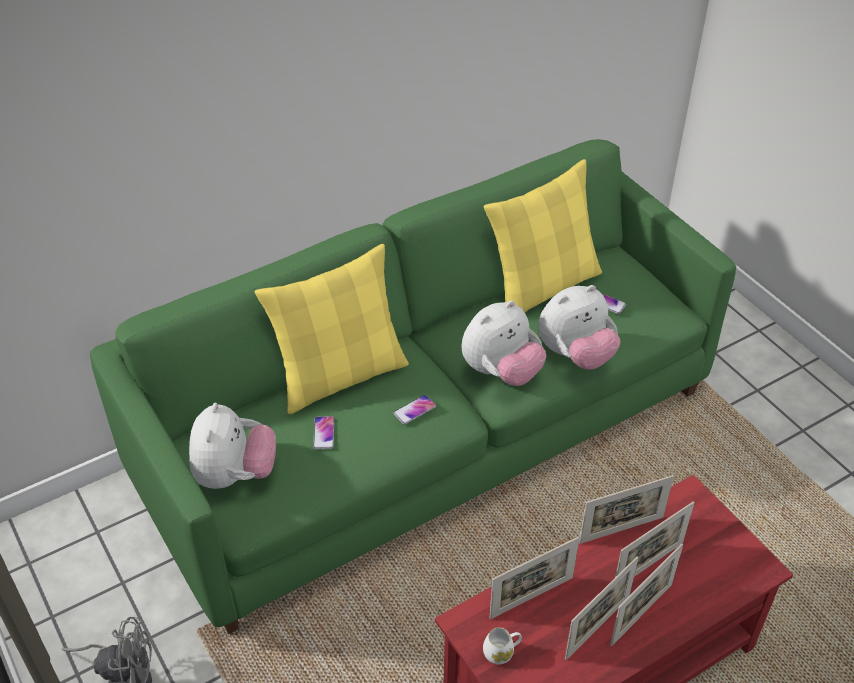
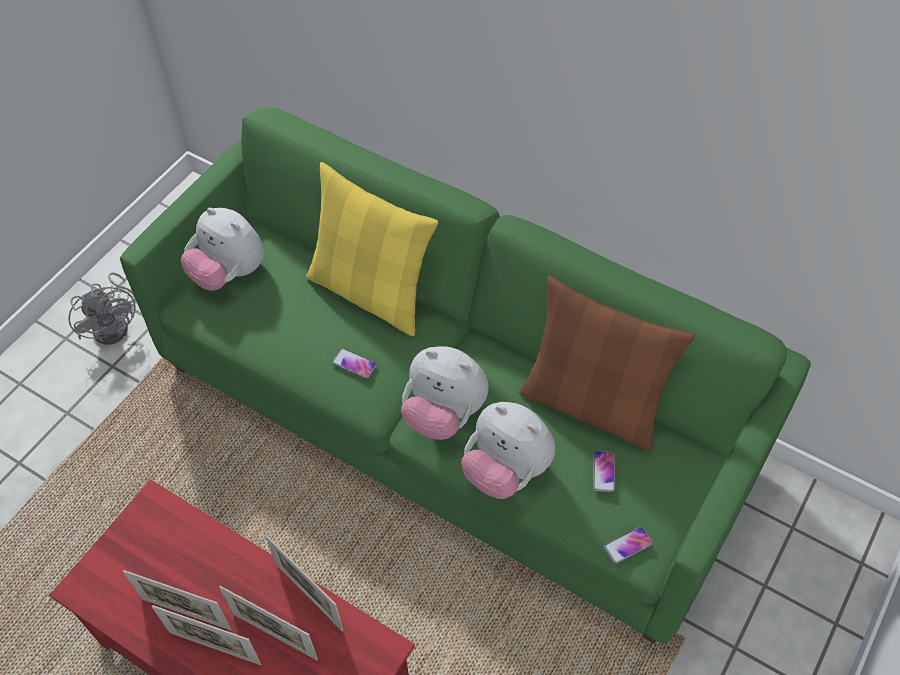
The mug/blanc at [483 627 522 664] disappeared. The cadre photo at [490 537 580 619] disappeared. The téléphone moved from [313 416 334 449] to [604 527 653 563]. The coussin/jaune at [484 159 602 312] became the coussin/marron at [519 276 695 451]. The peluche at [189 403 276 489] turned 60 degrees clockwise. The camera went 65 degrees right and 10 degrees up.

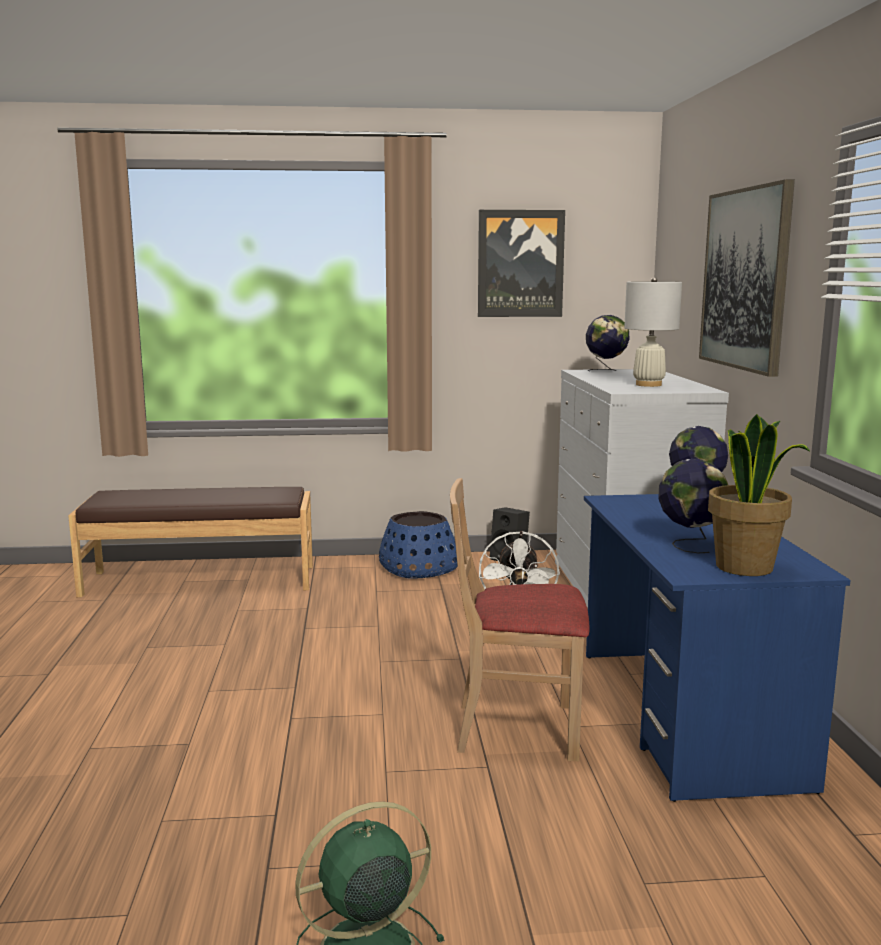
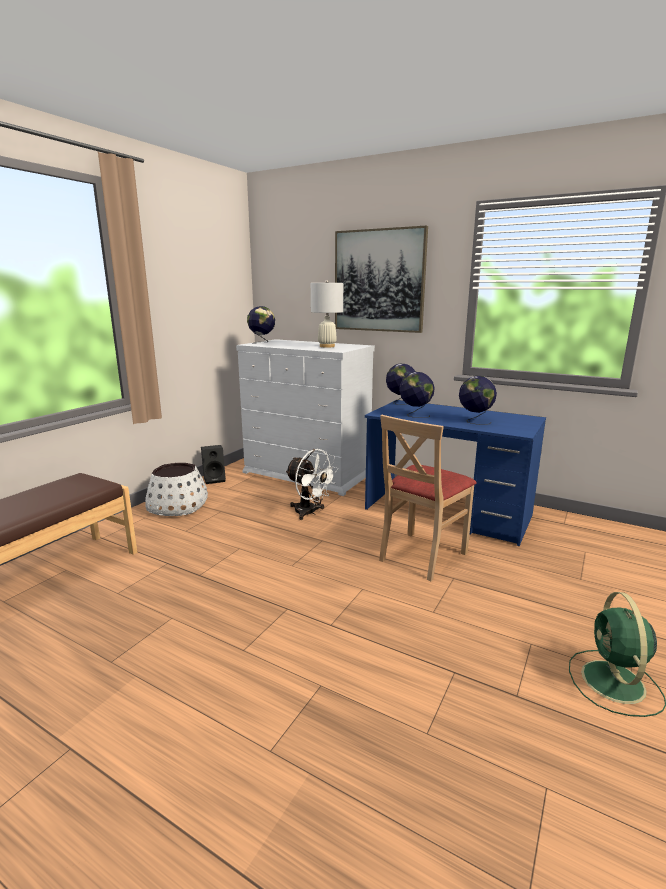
The tableau at [478 210 565 317] disappeared. The plante en pot at [708 414 810 576] disappeared. The globe at [399 372 435 418] appeared. The cache-pot/bleu at [379 511 458 579] became the cache-pot/blanc at [145 463 208 516]. The camera went 55 degrees left and 5 degrees up.

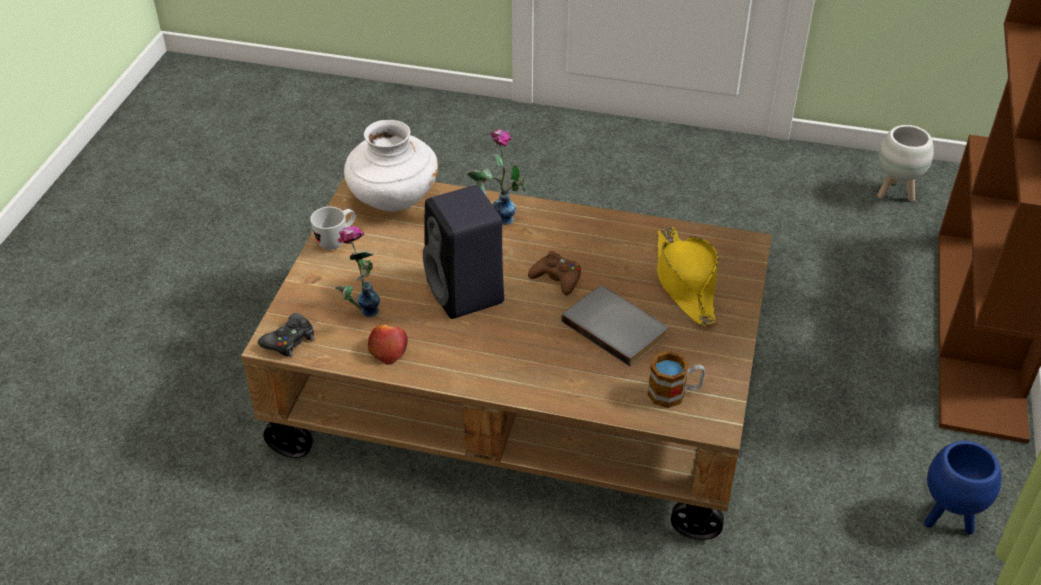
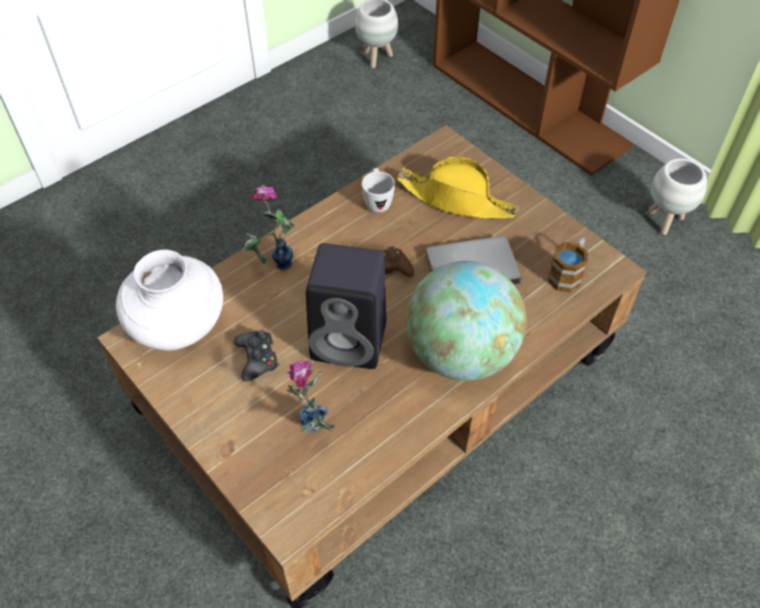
The pomme at [368 325 408 365] disappeared. The globe at [406 261 526 381] appeared. The manette/noir moved from [258 313 314 357] to [234 330 279 382]. The mug/blanc moved from [310 207 356 250] to [362 168 395 213]. The cache-pot/bleu at [924 441 1001 535] became the cache-pot/blanc at [649 158 707 235]. The camera went 55 degrees left and 10 degrees up.

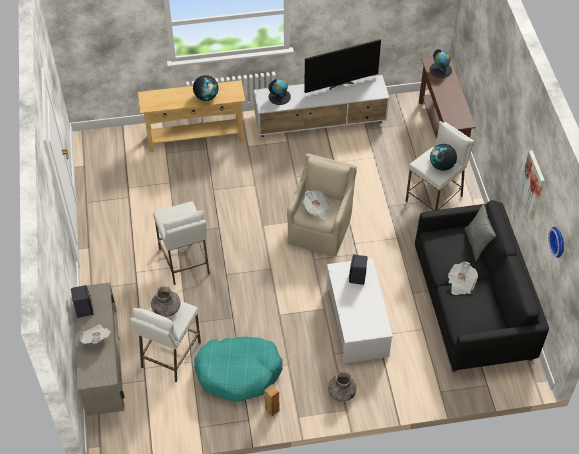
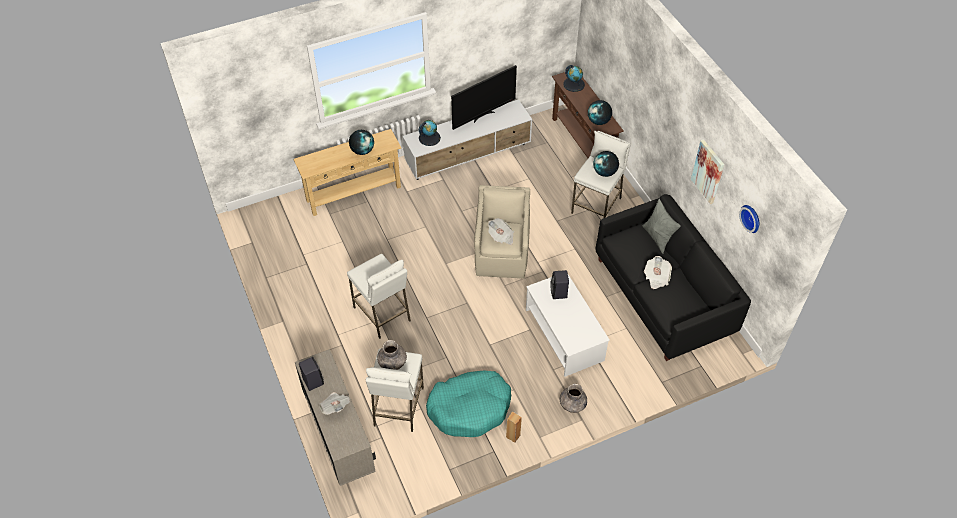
The globe at [588 100 612 125] appeared. The camera went 15 degrees left and 0 degrees up.

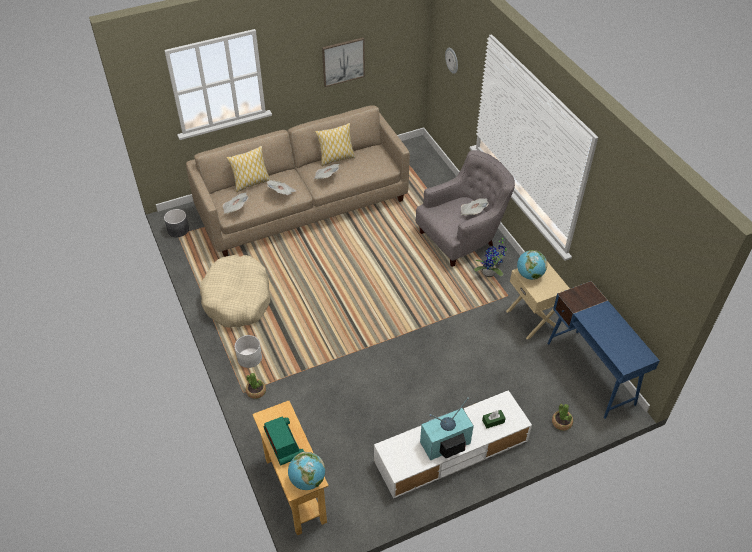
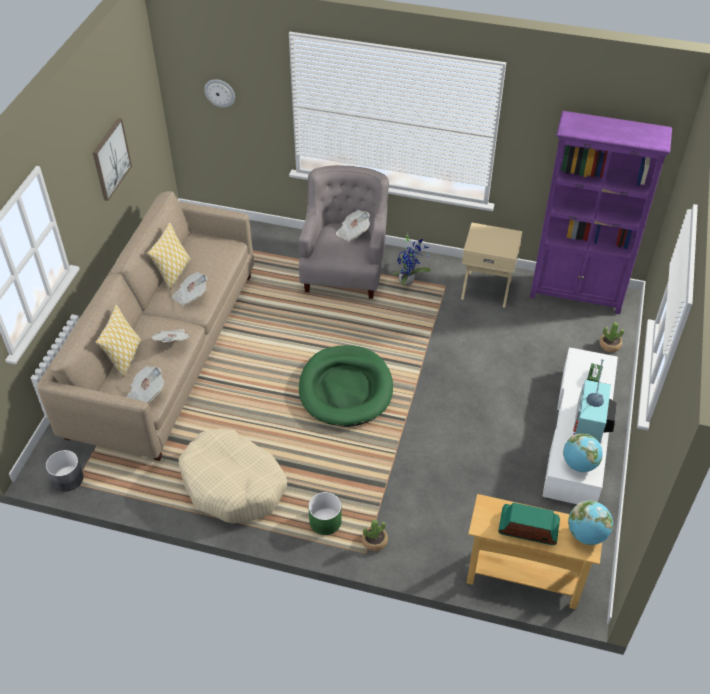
The panier pour chien/vert at [299 345 393 427] appeared. The globe moved from [517 250 547 280] to [563 434 603 472]. The bureau/bleu at [547 281 660 419] was replaced by the bibliothèque/violet at [530 111 672 314]. The cache-pot/blanc at [235 335 262 368] became the cache-pot/vert at [308 492 342 535]. The camera went 50 degrees left and 0 degrees up.

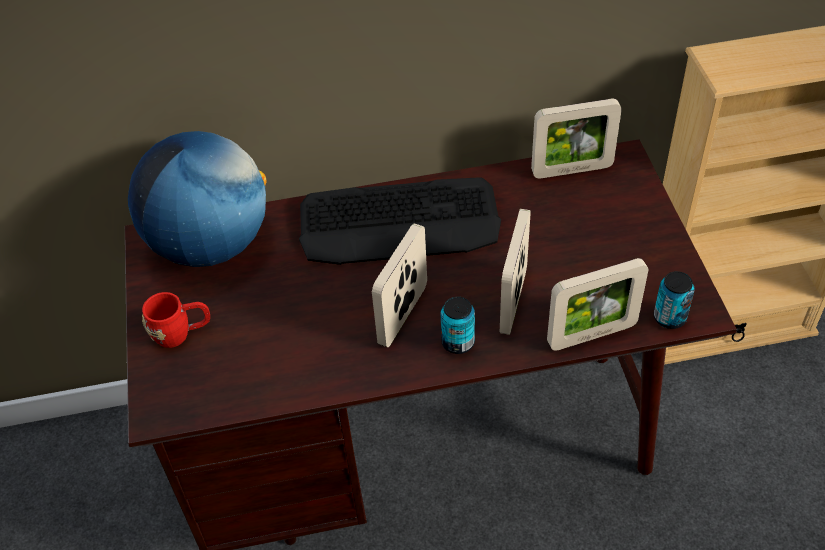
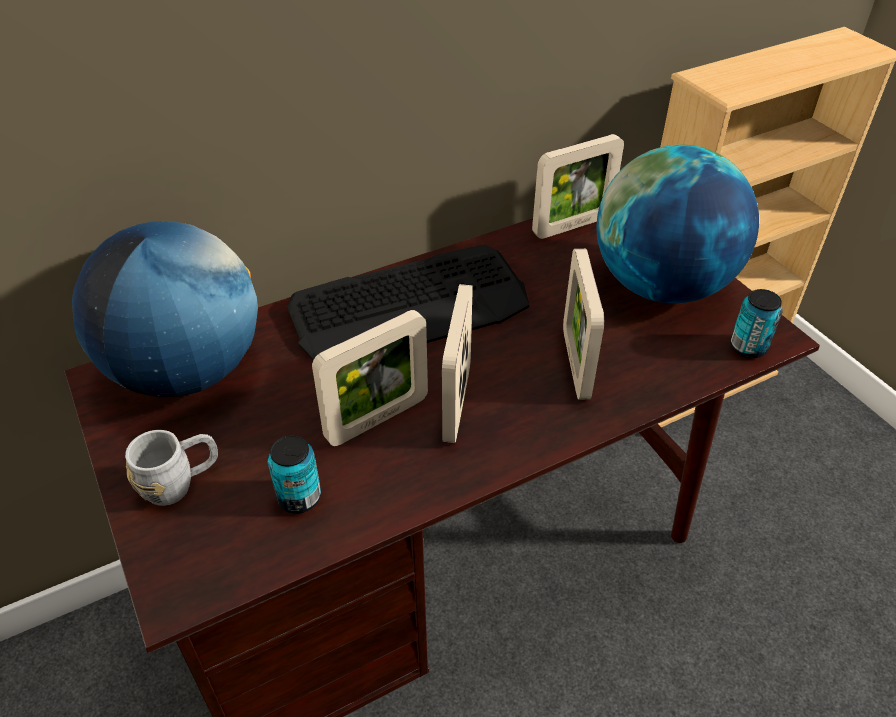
The globe at [597 145 759 303] appeared. The boîte métallique moved from [440 296 475 354] to [267 435 321 513]. The cadre photo moved from [547 258 648 351] to [312 310 428 446]. The mug/rouge at [142 292 210 348] became the mug/gris at [125 430 218 506]. The camera went 20 degrees left and 5 degrees down.

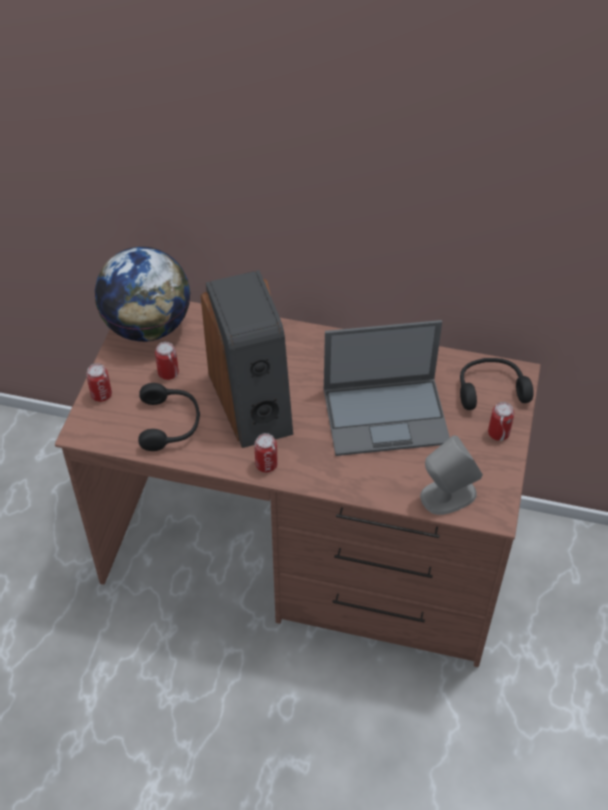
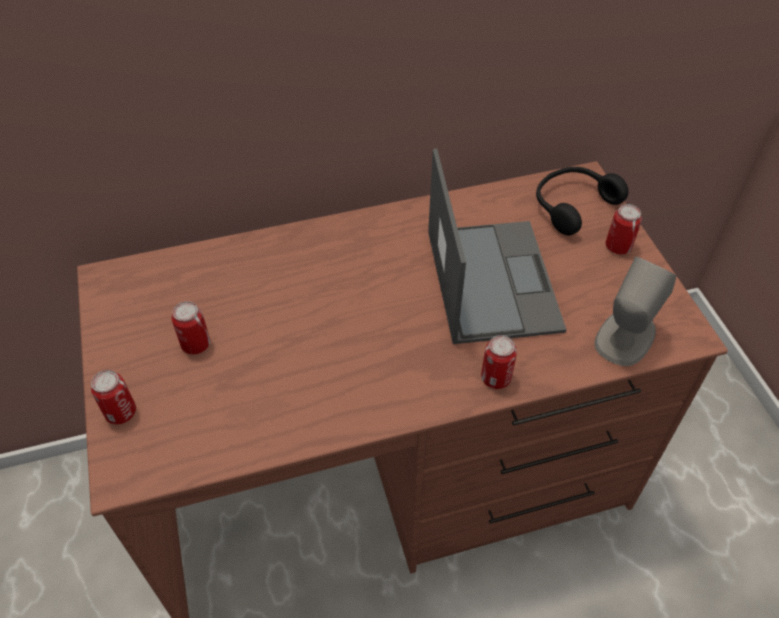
The globe at [95 247 190 342] disappeared. The casque audio/noir at [138 383 200 451] disappeared. The enceinte at [200 270 293 448] disappeared. The boîte métallique moved from [254 433 278 473] to [481 335 517 389]. The ordinateur portable at [324 320 450 456] turned 60 degrees counterclockwise. The camera went 30 degrees left and 0 degrees up.

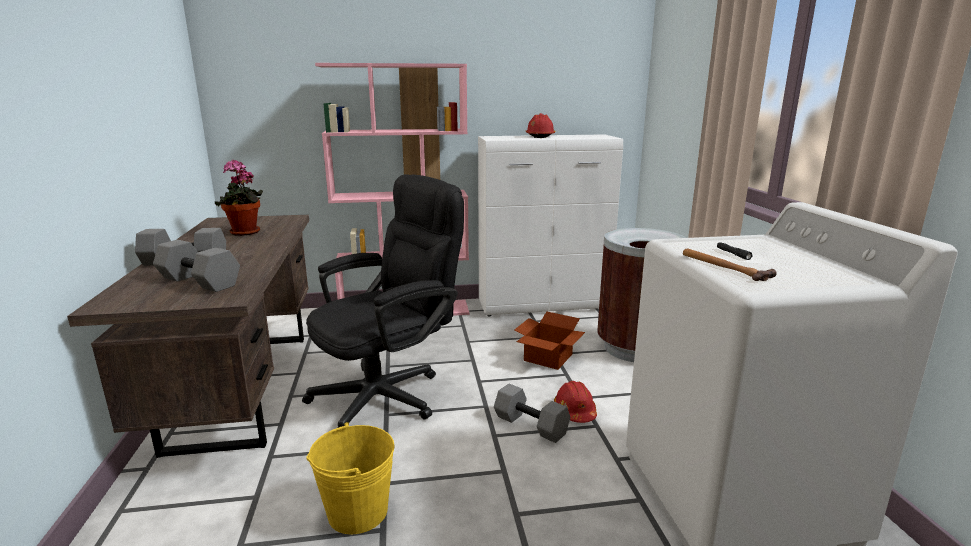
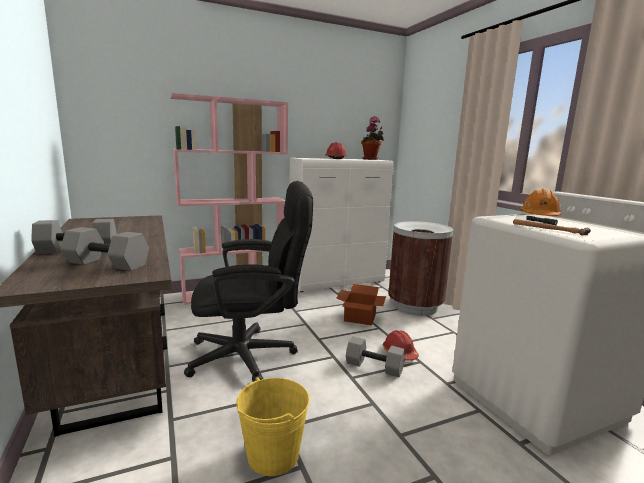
The casque de chantier/orange at [520 189 562 216] appeared. The plante en pot moved from [215 160 263 236] to [361 116 384 160]. The chaise de bureau/noir at [302 174 464 428] turned 45 degrees clockwise. The camera went 15 degrees left and 5 degrees down.

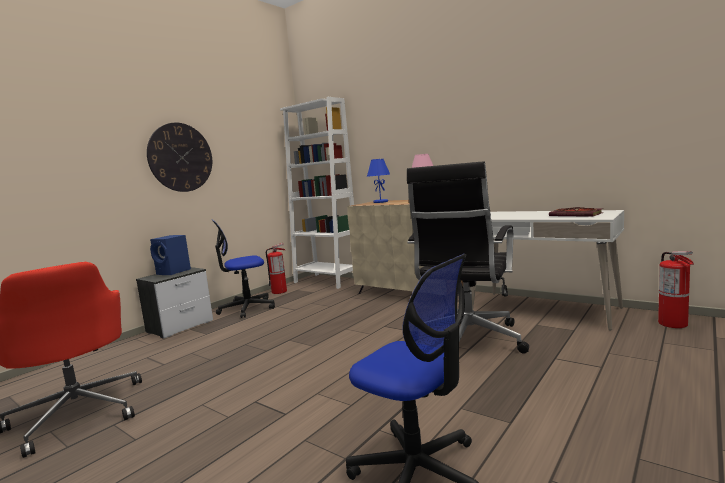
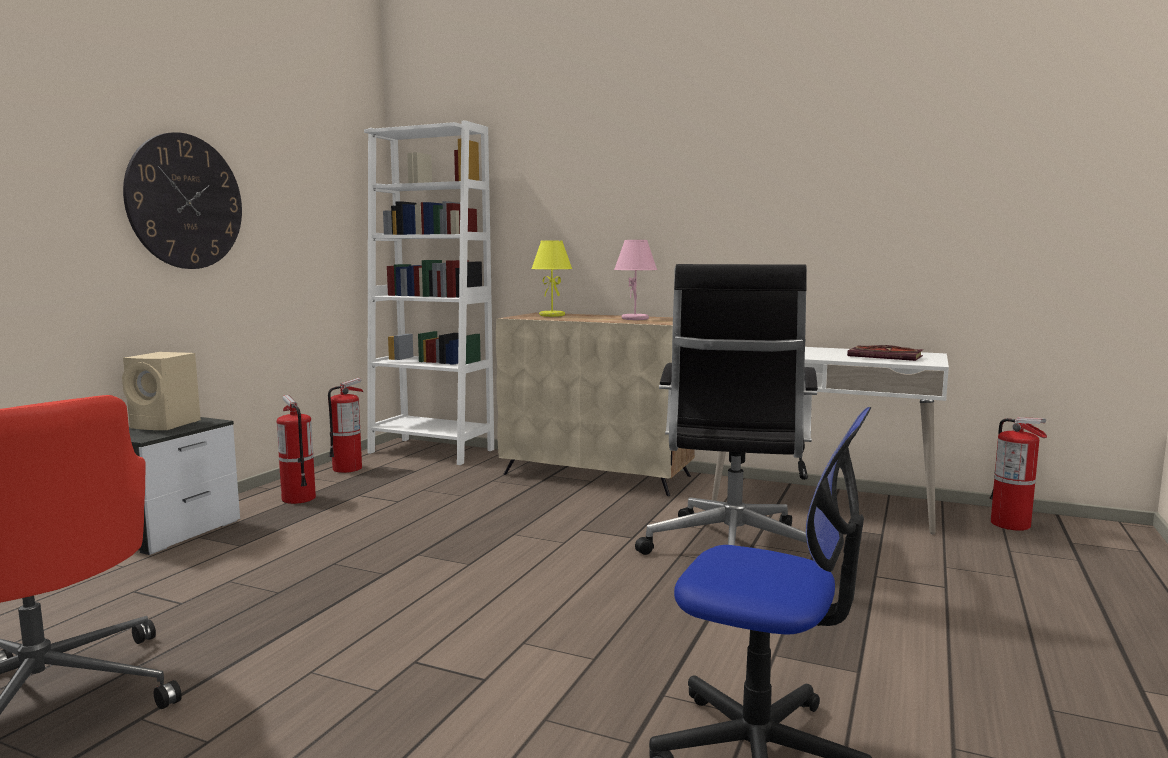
The chaise de bureau at [212 219 275 318] was replaced by the extincteur at [277 395 316 504]. The enceinte/bleu at [150 235 191 275] became the enceinte/beige at [122 352 201 430]. The lampe de table/bleu at [367 159 390 203] became the lampe de table/jaune at [531 240 572 317]. The camera went 15 degrees left and 0 degrees up.

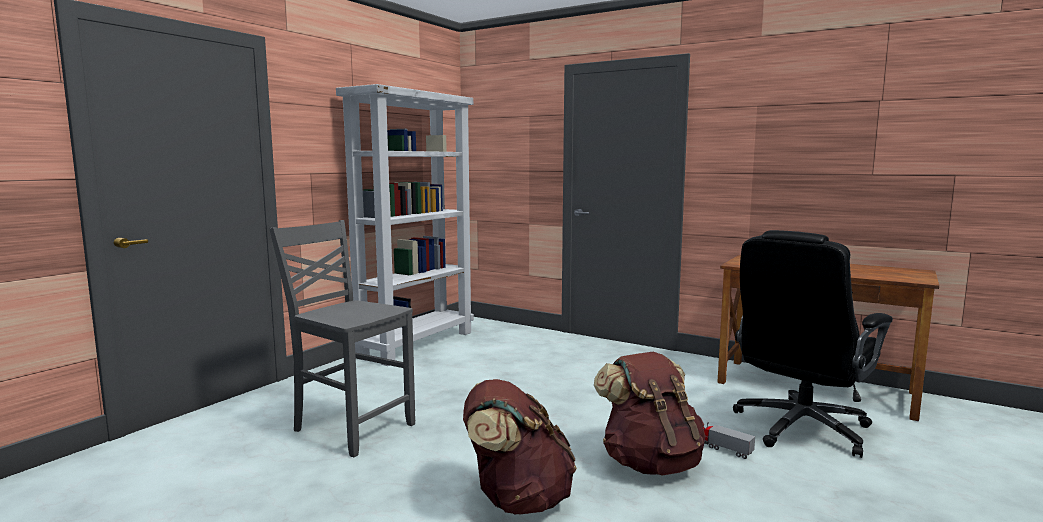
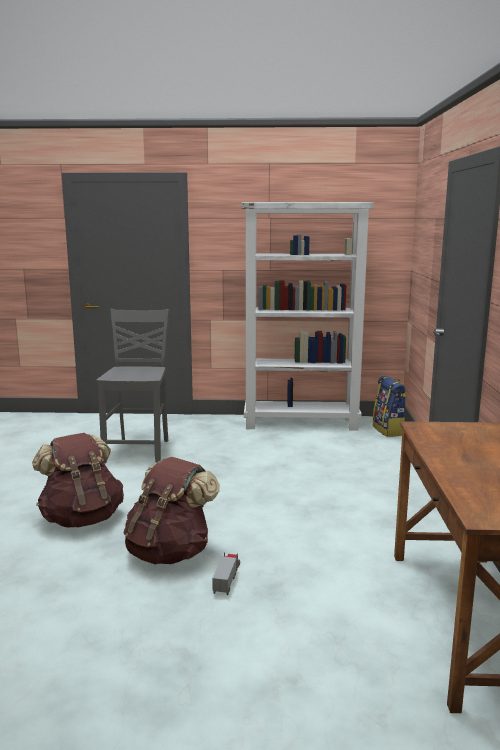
The chaise de bureau/noir at [733 230 893 458] disappeared. The sac à dos at [373 376 407 437] appeared. The camera went 60 degrees right and 5 degrees up.

